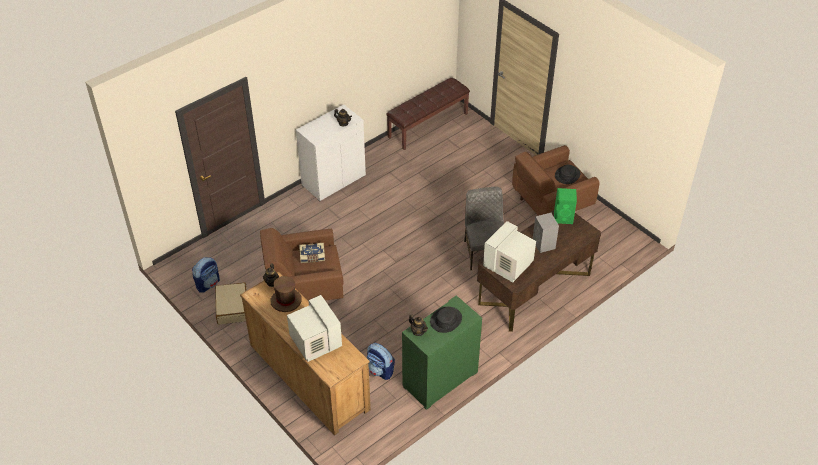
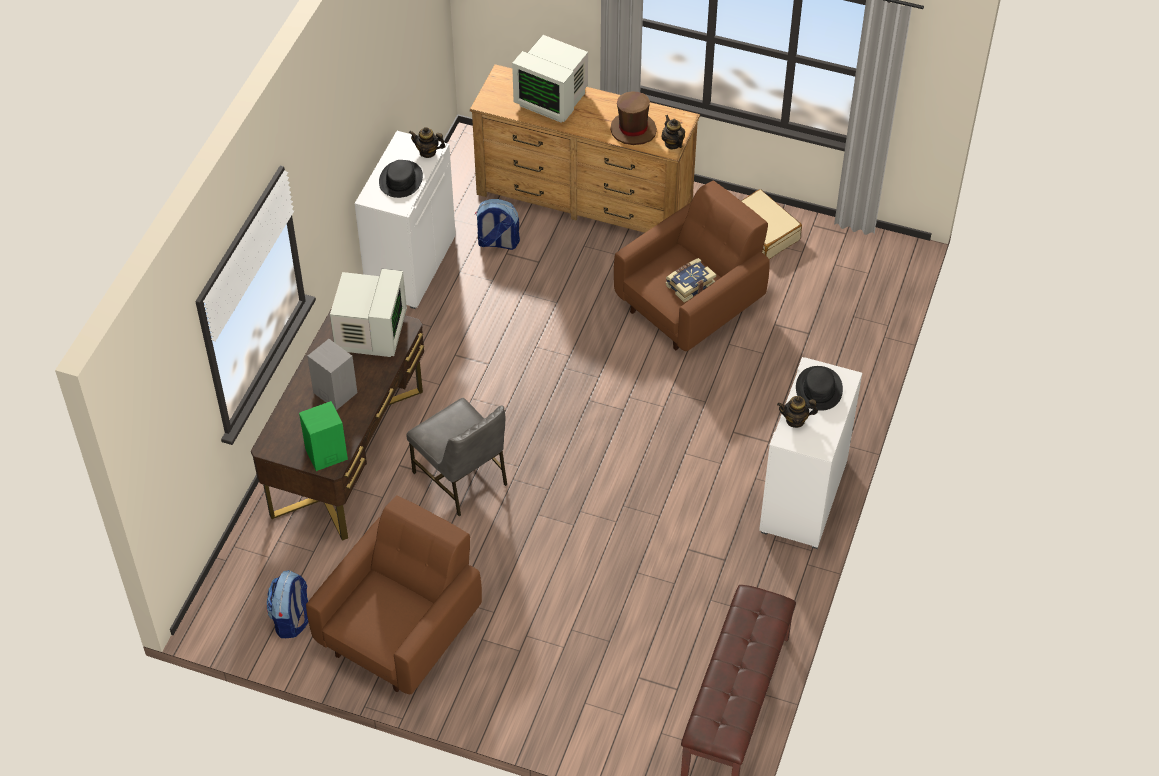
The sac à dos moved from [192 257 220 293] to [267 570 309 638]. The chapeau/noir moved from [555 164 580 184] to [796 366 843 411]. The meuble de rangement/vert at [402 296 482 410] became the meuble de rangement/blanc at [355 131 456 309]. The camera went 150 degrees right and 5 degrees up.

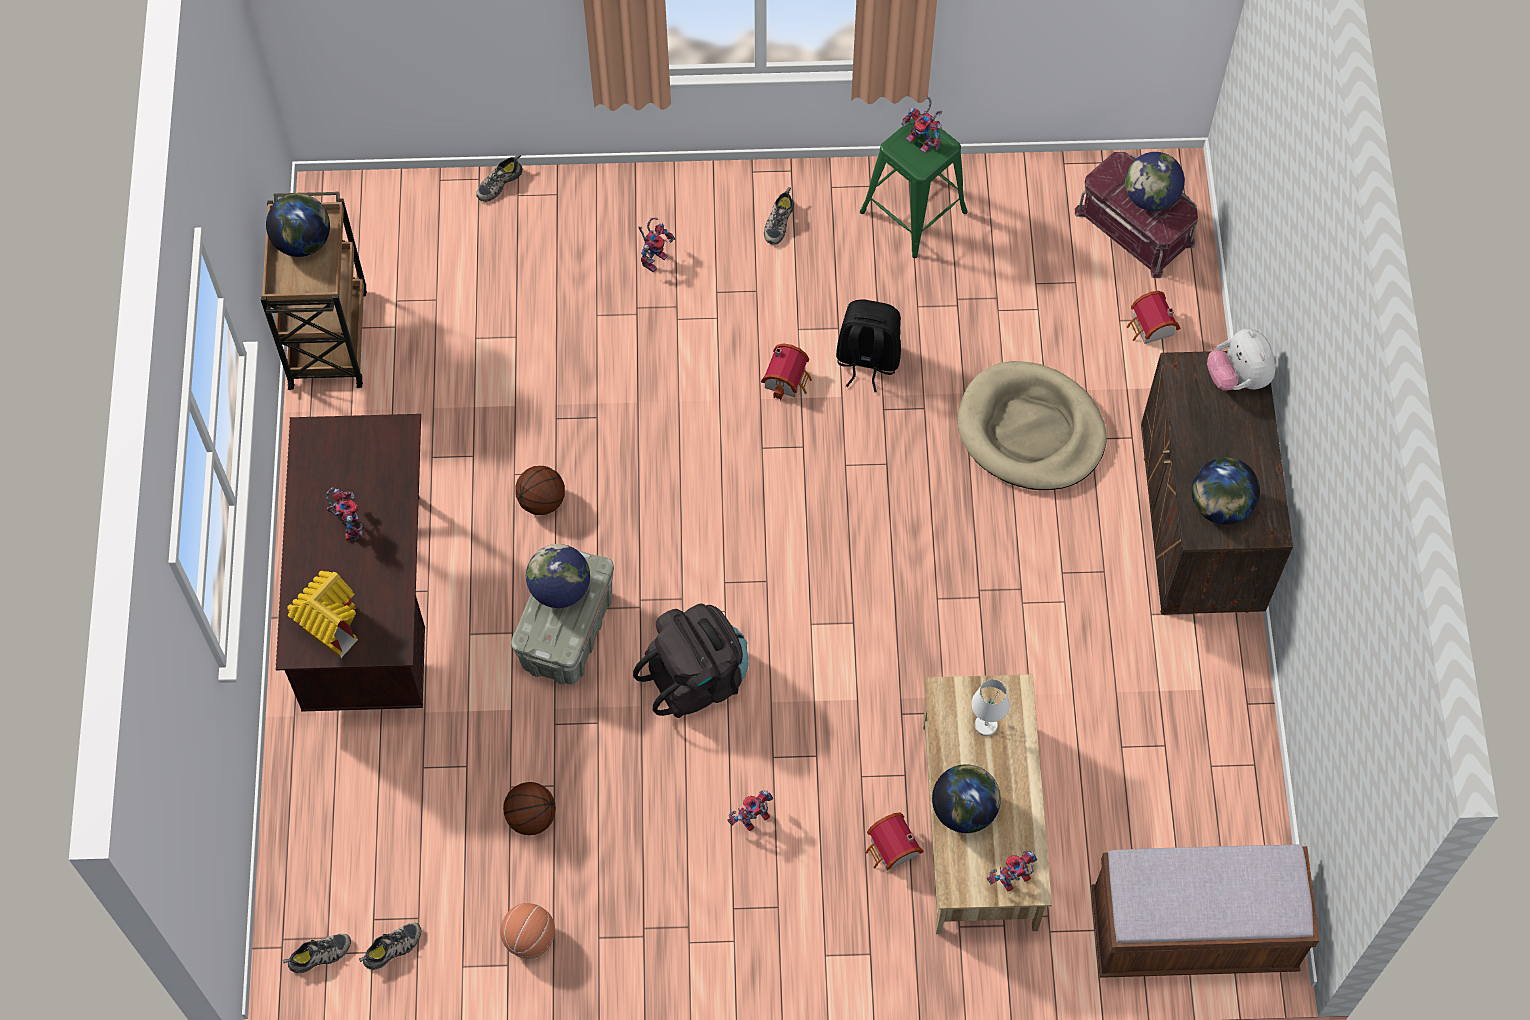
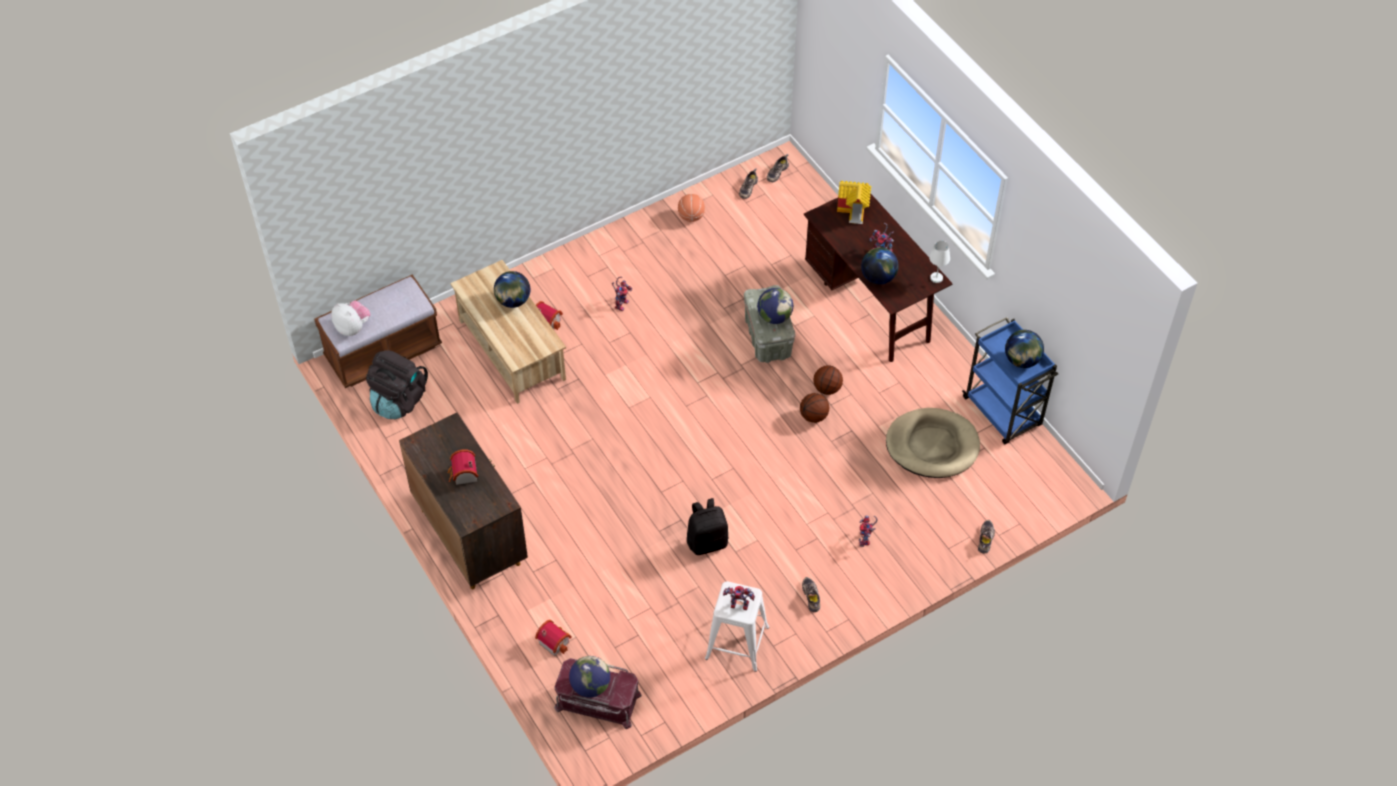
The robot jouet at [987 850 1037 892] disappeared. The ballon de basket moved from [503 782 556 835] to [800 393 829 423]. The sac à dos/noir moved from [633 604 749 718] to [366 350 428 419]. The maison miniature moved from [761 343 812 400] to [448 450 478 485]. The panier pour chien/beige moved from [958 361 1107 490] to [886 408 980 478]. The lampe de table/blanc moved from [971 679 1010 736] to [929 241 950 283]. The globe moved from [1192 458 1260 525] to [861 247 899 285]. The peluche moved from [1207 328 1275 391] to [331 301 371 336]. The chariot/marron at [260 192 367 390] became the chariot/bleu at [962 317 1058 444]. The tabouret/vert at [860 114 968 258] became the tabouret/blanc at [705 581 769 672]. The camera went 150 degrees right and 10 degrees down.

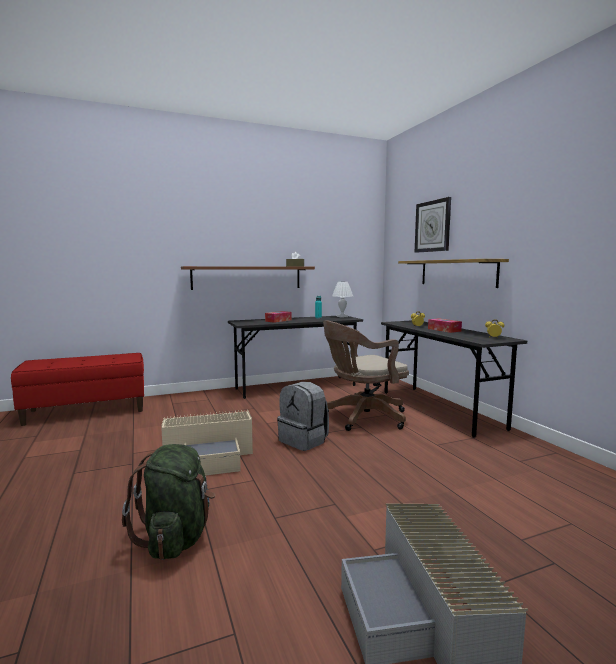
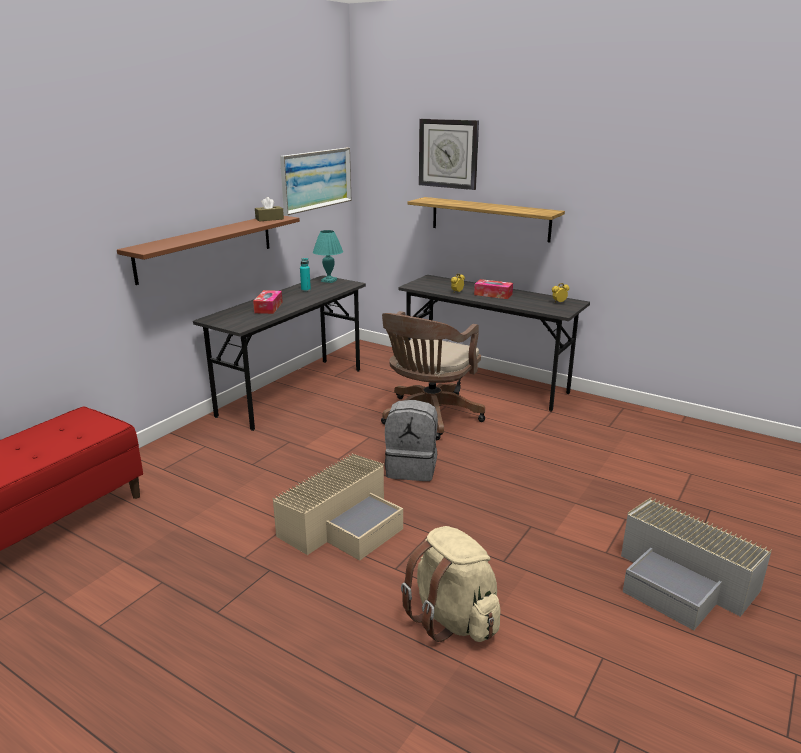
The tableau at [280 148 351 215] appeared. The sac à dos/vert at [122 444 215 560] became the sac à dos/beige at [401 526 500 642]. The lampe de table/blanc at [332 282 353 318] became the lampe de table/turquoise at [313 230 343 283]. The camera went 35 degrees left and 15 degrees up.

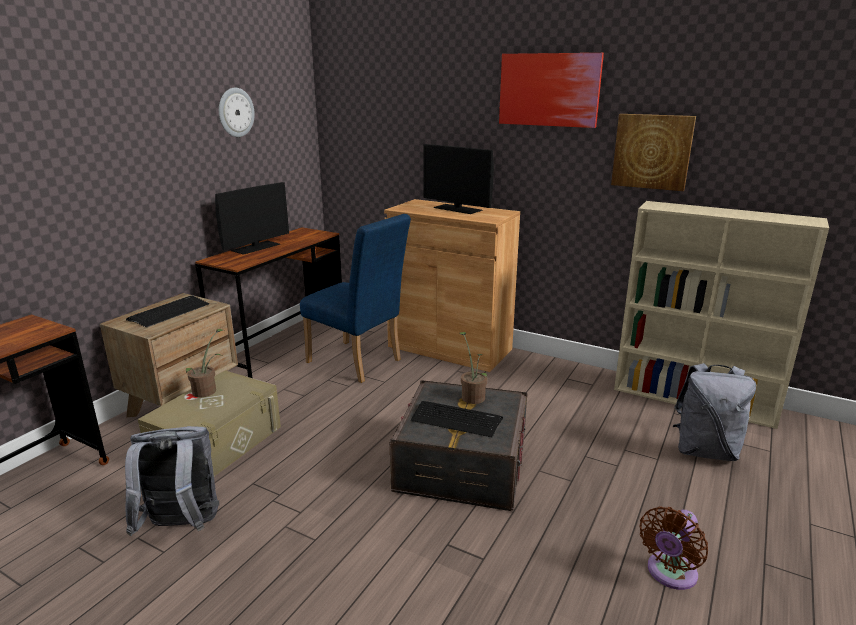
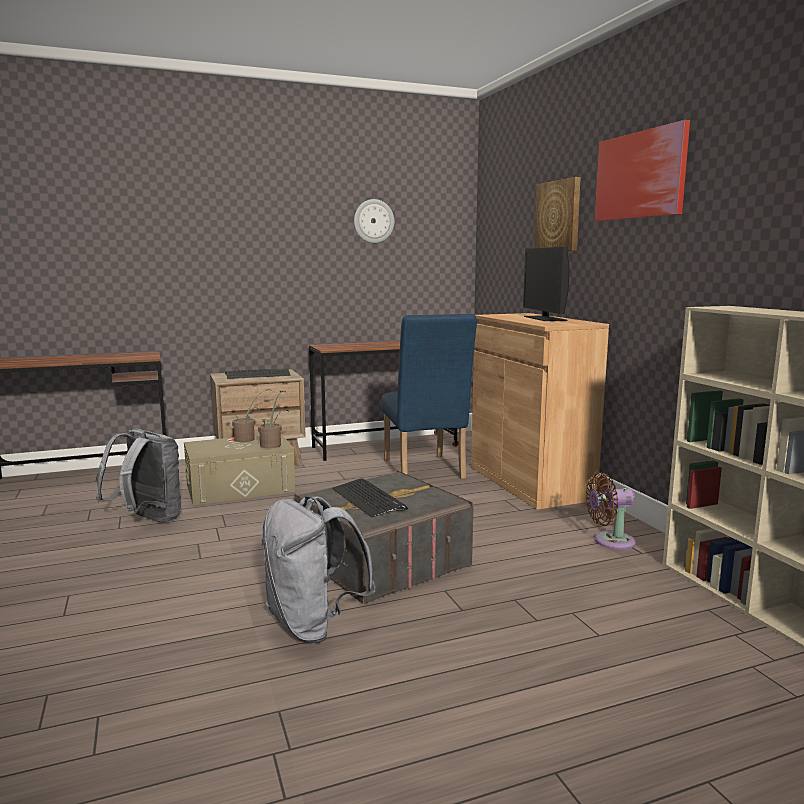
The écran d'ordinateur at [215 182 289 255] disappeared. The plante en pot moved from [459 332 488 404] to [258 390 289 448]. The tableau moved from [611 114 696 191] to [534 177 581 251]. The ventilateur/marron moved from [639 506 708 590] to [586 472 636 550]. The sac à dos/gris moved from [673 363 756 461] to [262 496 376 643]. The camera went 40 degrees right and 10 degrees down.

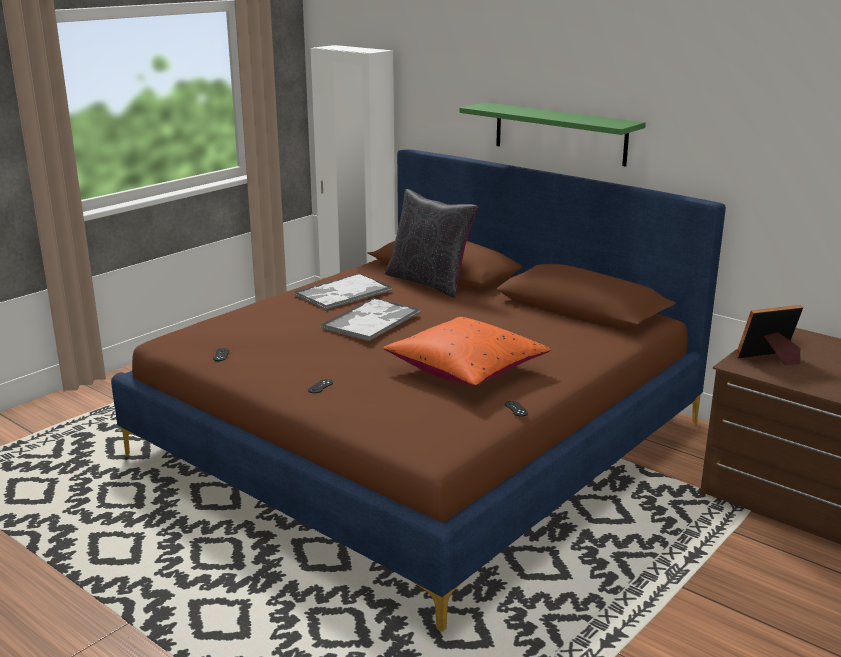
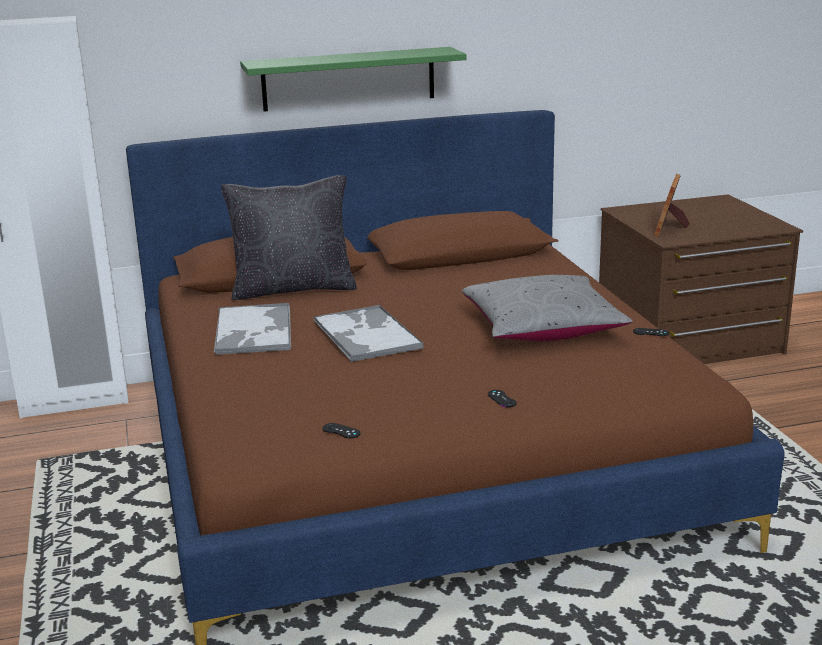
The coussin/orange at [383 317 550 386] became the coussin/gris at [462 275 633 341]. The camera went 55 degrees left and 0 degrees up.

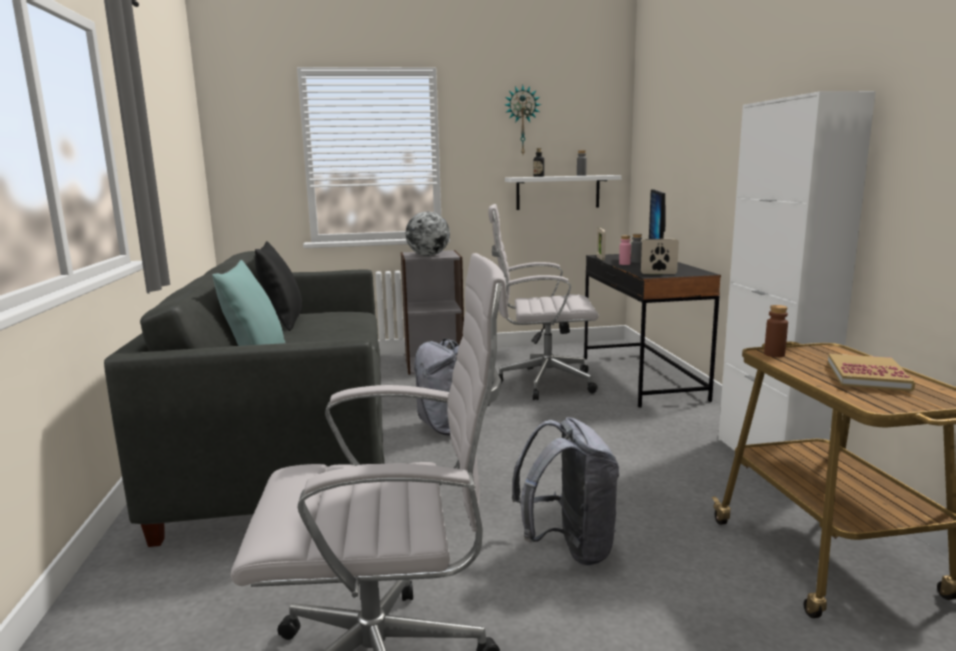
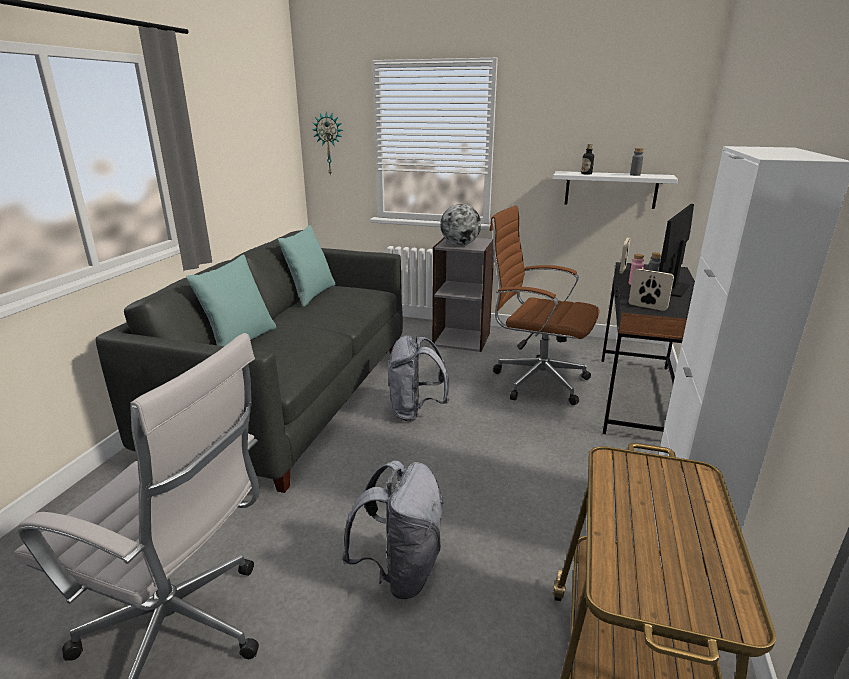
The bouteille/marron at [764 305 788 357] disappeared. The livre at [828 354 915 392] disappeared. The horloge murale moved from [505 85 541 154] to [312 112 343 176]. The coussin/noir at [255 241 302 331] became the coussin/turquoise at [278 225 335 307]. The chaise de bureau/blanc at [488 204 599 400] became the chaise de bureau/marron at [490 205 600 405]. The camera went 25 degrees right and 10 degrees up.

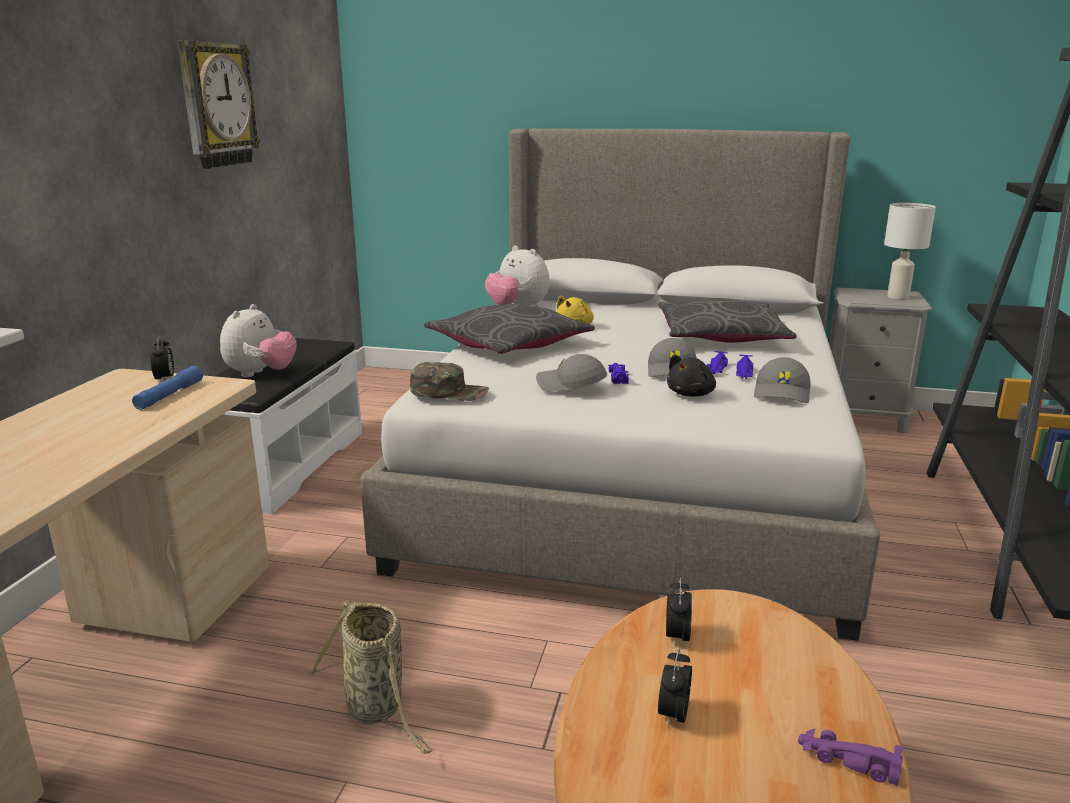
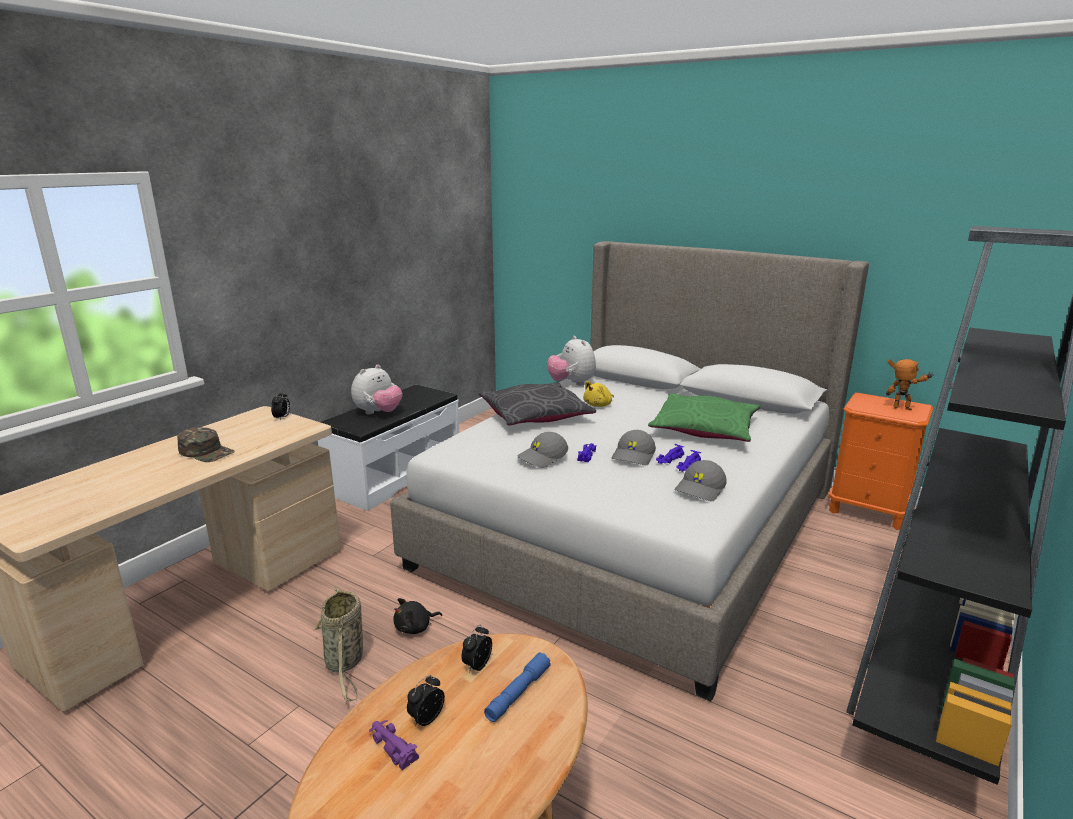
The horloge murale at [177 40 261 169] disappeared. The lampe de poche/bleu moved from [132 366 203 410] to [484 652 551 722]. The casquette/vert moved from [410 362 489 401] to [177 427 235 462]. The peluche/noir moved from [667 355 716 397] to [393 598 442 634]. The petite voiture/violet moved from [798 729 903 786] to [369 720 419 770]. The lampe de table/blanc at [884 203 936 300] was replaced by the robot jouet at [886 359 934 411]. The coussin/gris at [658 298 797 343] became the coussin/vert at [648 393 760 442]. The table de chevet/gris at [829 287 932 434] became the table de chevet/orange at [828 392 934 530]. The casquette/gris at [536 354 607 392] turned 75 degrees counterclockwise. The camera went 20 degrees right and 0 degrees up.

